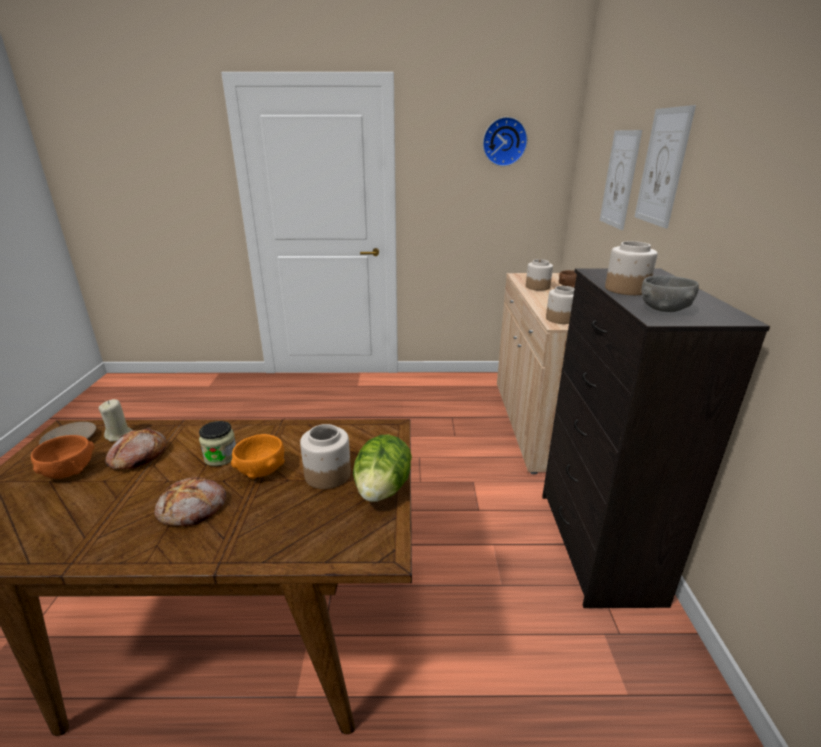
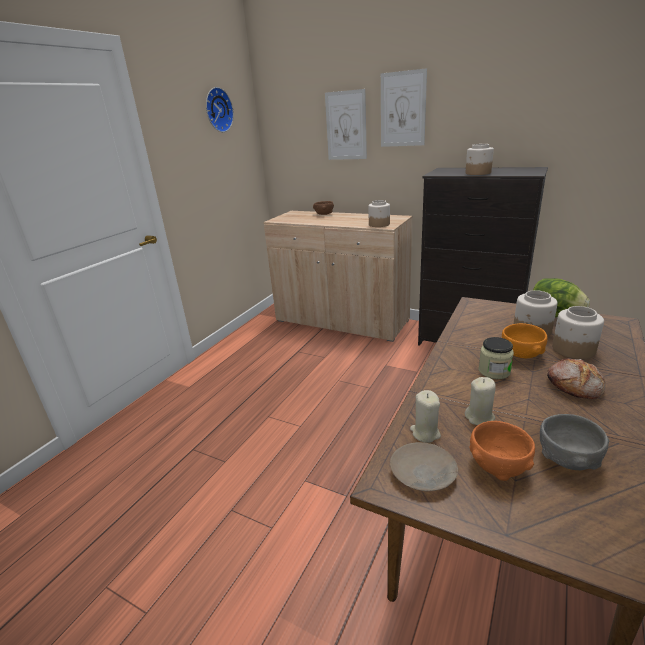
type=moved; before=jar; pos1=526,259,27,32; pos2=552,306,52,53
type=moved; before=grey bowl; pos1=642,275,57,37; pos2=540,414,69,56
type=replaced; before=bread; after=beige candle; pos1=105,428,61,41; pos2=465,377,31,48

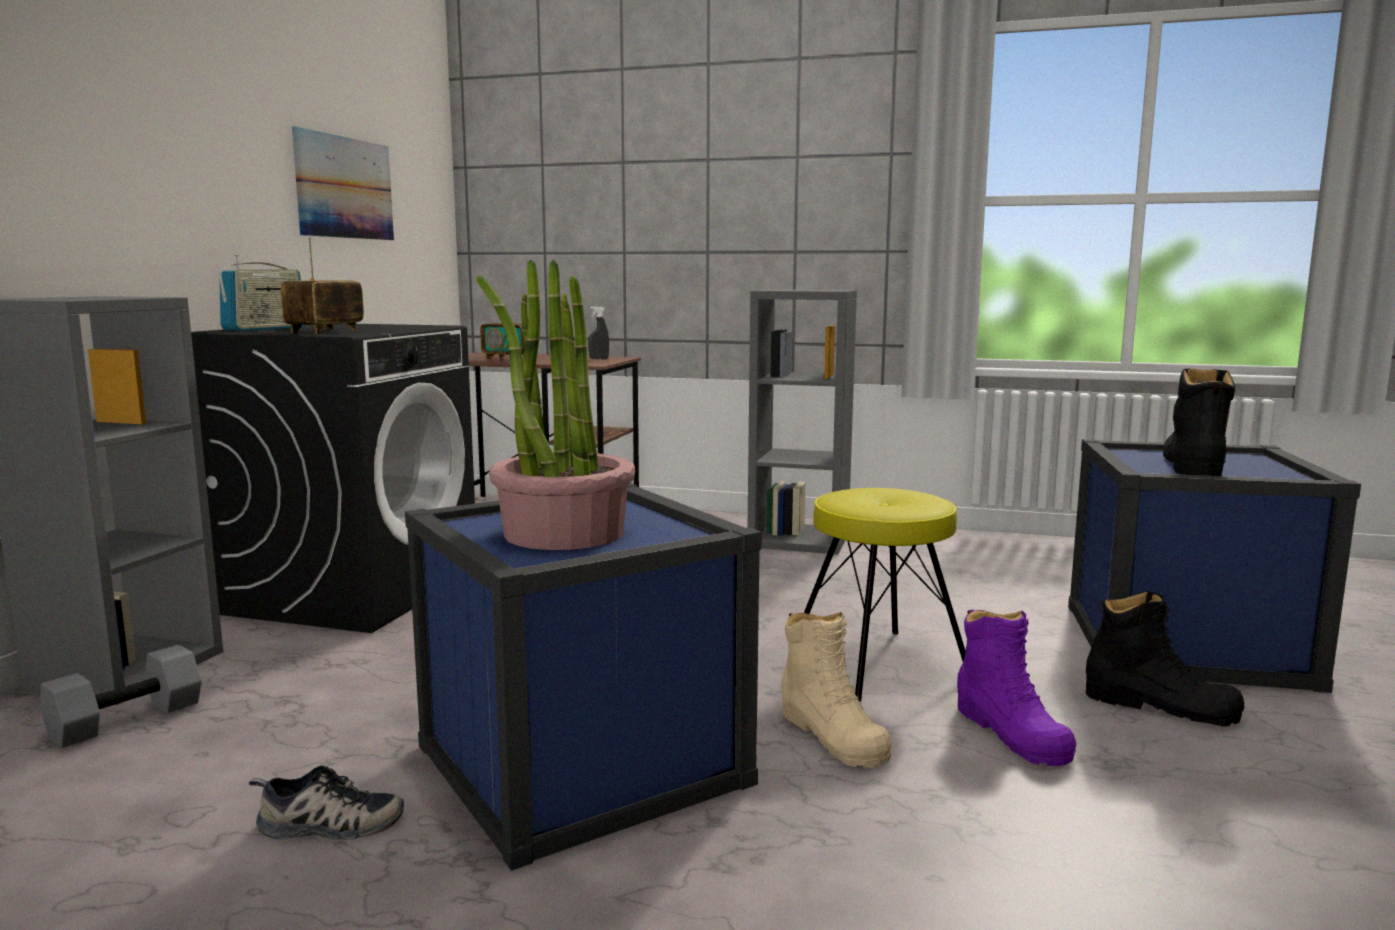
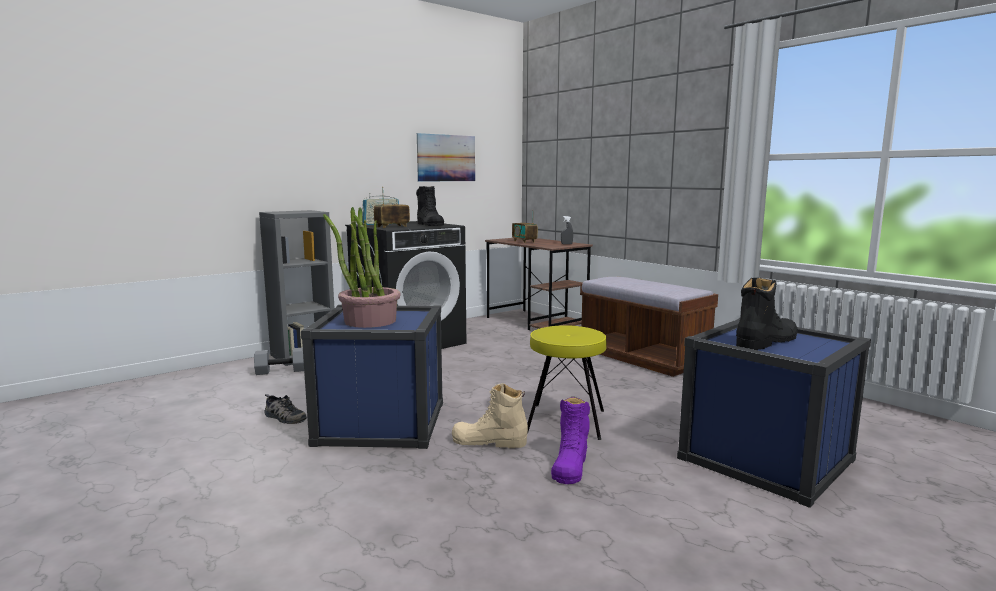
type=moved; before=black boot; pos1=1086,591,158,136; pos2=416,186,28,40
type=replaced; before=grey bookcase; after=brown bench; pos1=747,290,110,264; pos2=580,277,138,100
type=turned; before=beige boot; pos1=781,612,112,156; pos2=452,383,76,65; turn=90

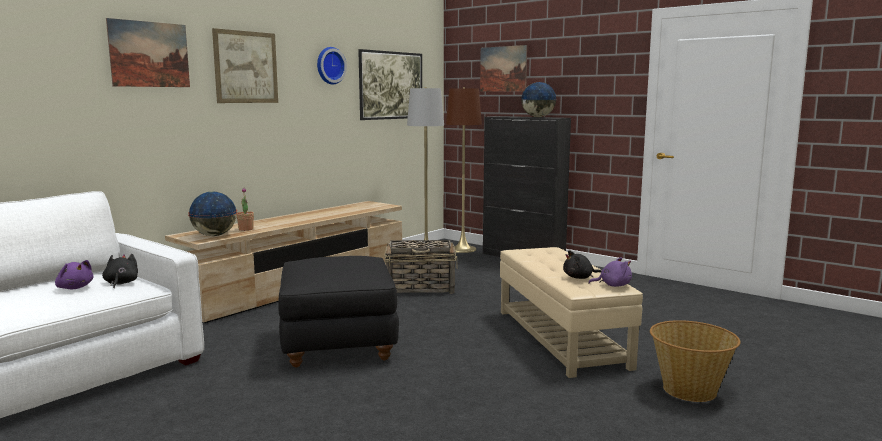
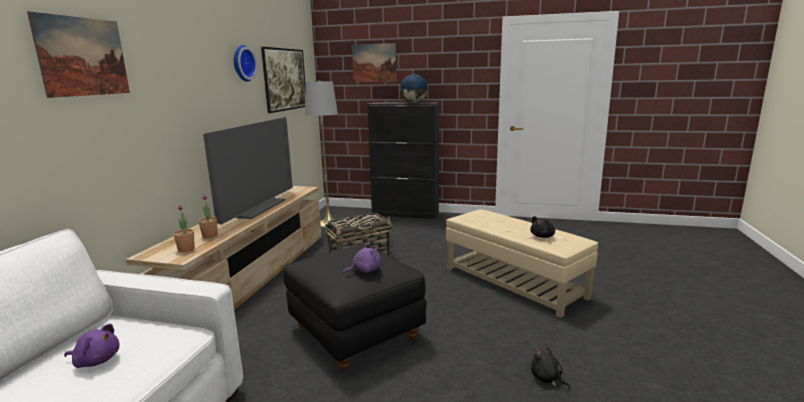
type=removed; before=picture; pos1=212,28,66,75
type=removed; before=brown floor lamp; pos1=446,87,36,166
type=removed; before=basket; pos1=650,320,91,82
type=added; after=television; pos2=203,117,90,108
type=moved; before=black plush toy; pos1=102,254,36,34; pos2=531,346,40,43
type=moved; before=purple plush toy; pos1=588,257,44,30; pos2=343,243,38,31
type=replaced; before=globe; after=potted plant; pos1=188,191,49,45; pos2=174,205,21,47

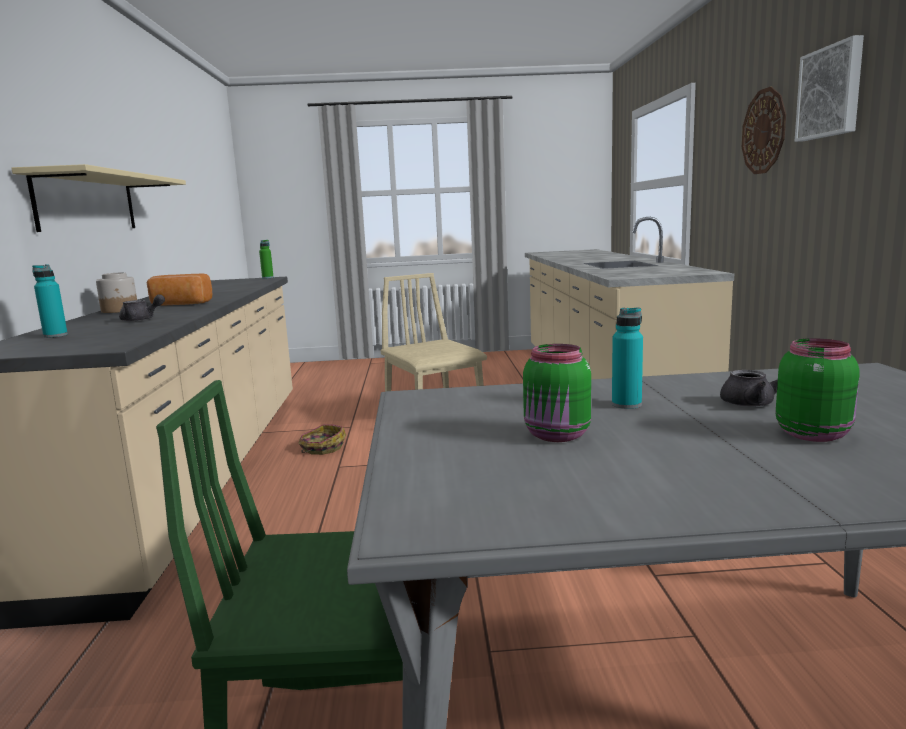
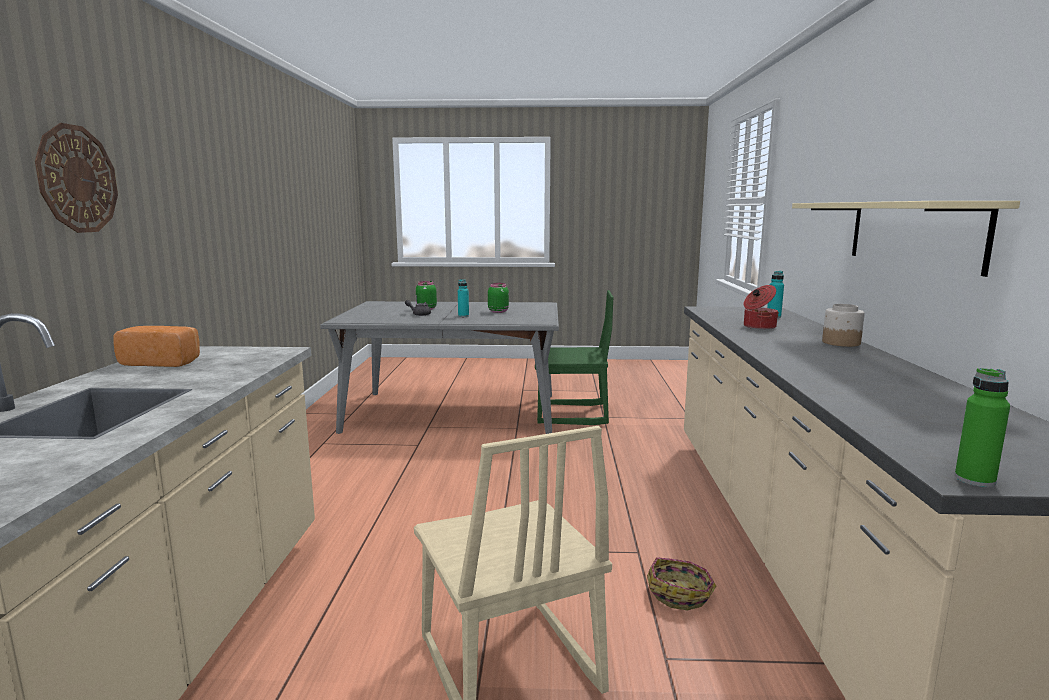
type=removed; before=picture; pos1=795,35,69,107
type=moved; before=bread; pos1=147,274,65,31; pos2=113,326,87,41
type=replaced; before=grey teapot; after=cooking pot; pos1=119,294,46,28; pos2=744,285,35,45

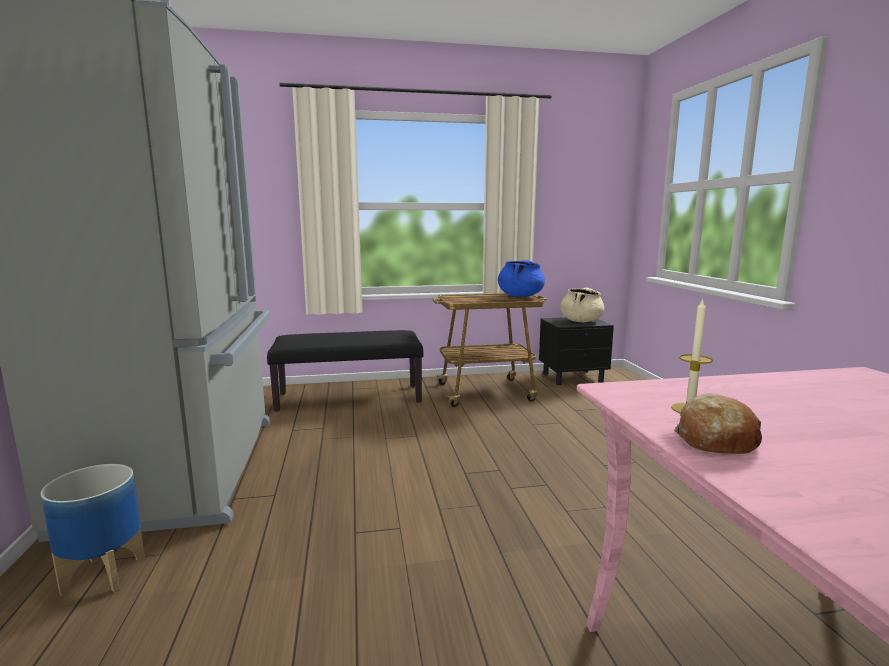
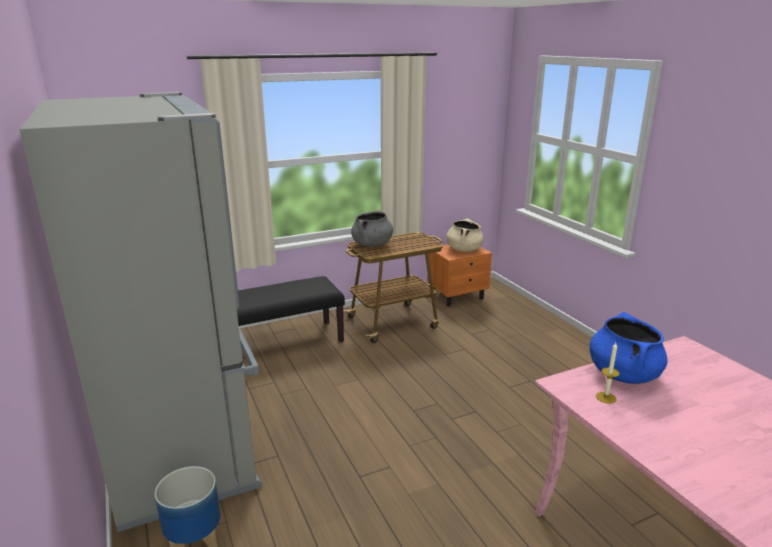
type=removed; before=bread; pos1=674,393,88,61
type=added; after=grey cooking pot; pos2=351,210,42,37
type=moved; before=blue cooking pot; pos1=498,260,47,37; pos2=590,312,78,72
type=recoloured; before=black nightstand; after=orange nightstand; pos1=539,317,75,68; pos2=427,244,65,63

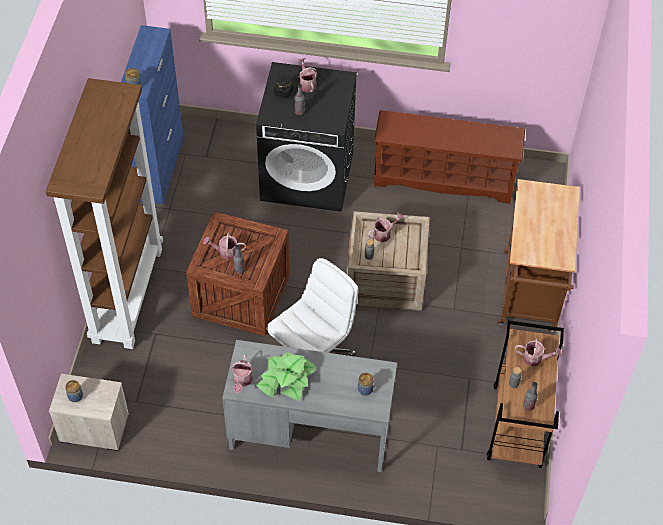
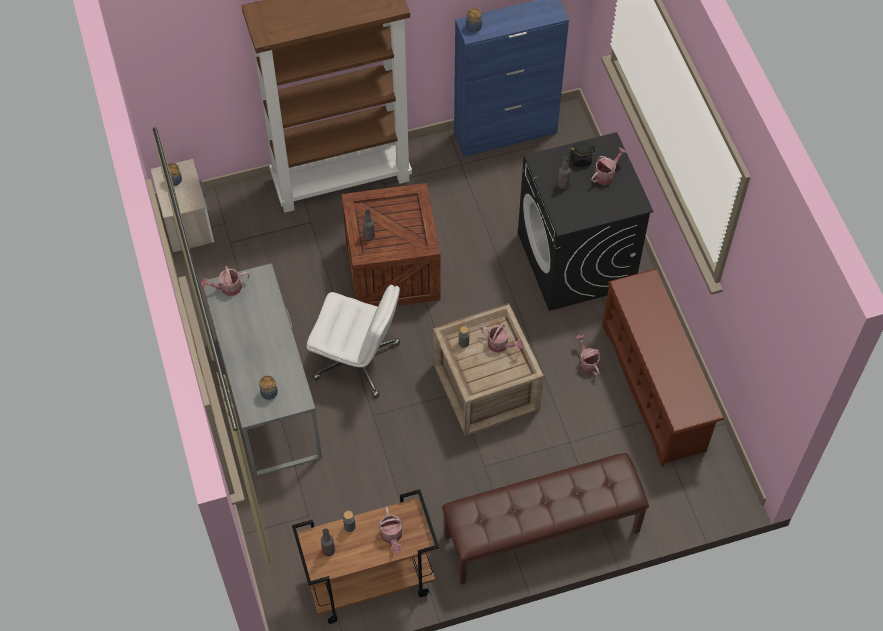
type=removed; before=potted plant; pos1=256,352,60,49
type=moved; before=watering can; pos1=203,233,43,27; pos2=576,335,24,41
type=replaced; before=brown cart; after=brown bench; pos1=497,179,83,153; pos2=442,453,207,132

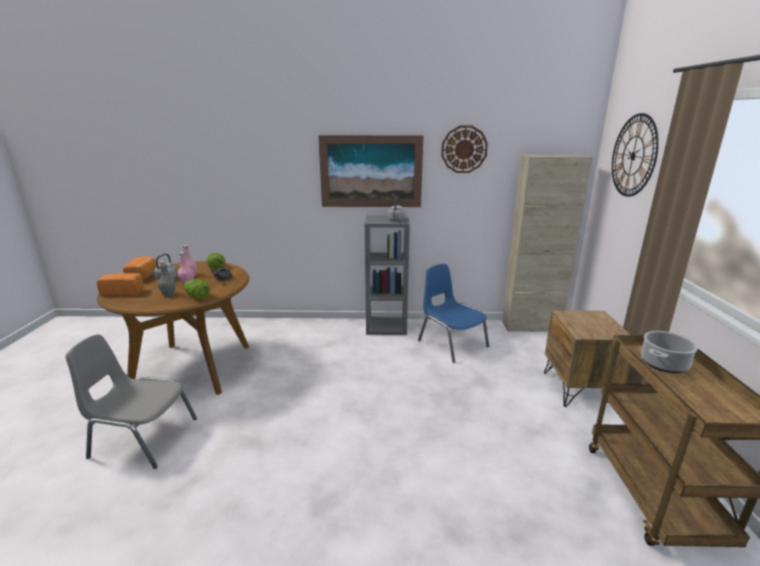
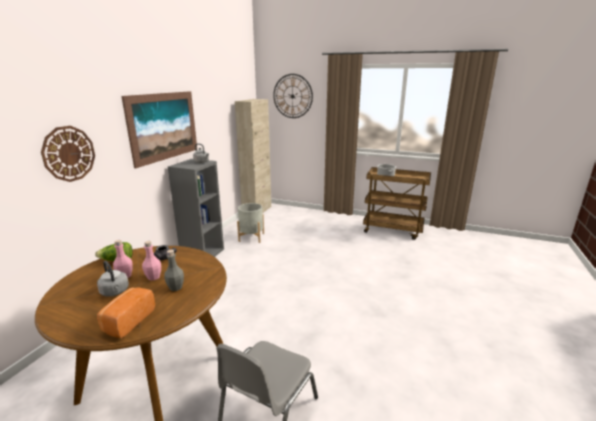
type=removed; before=bread; pos1=123,256,34,24
type=removed; before=lettuce; pos1=184,279,26,20
type=removed; before=brown nightstand; pos1=544,310,87,97
type=moved; before=wall clock; pos1=441,126,47,47; pos2=41,126,54,56
type=replaced; before=blue chair; after=grey planter; pos1=418,264,71,99; pos2=237,203,27,40

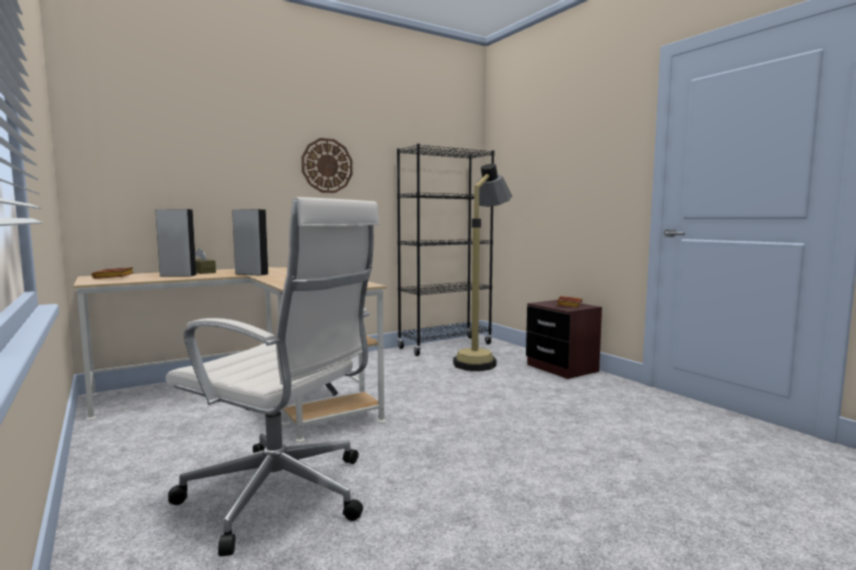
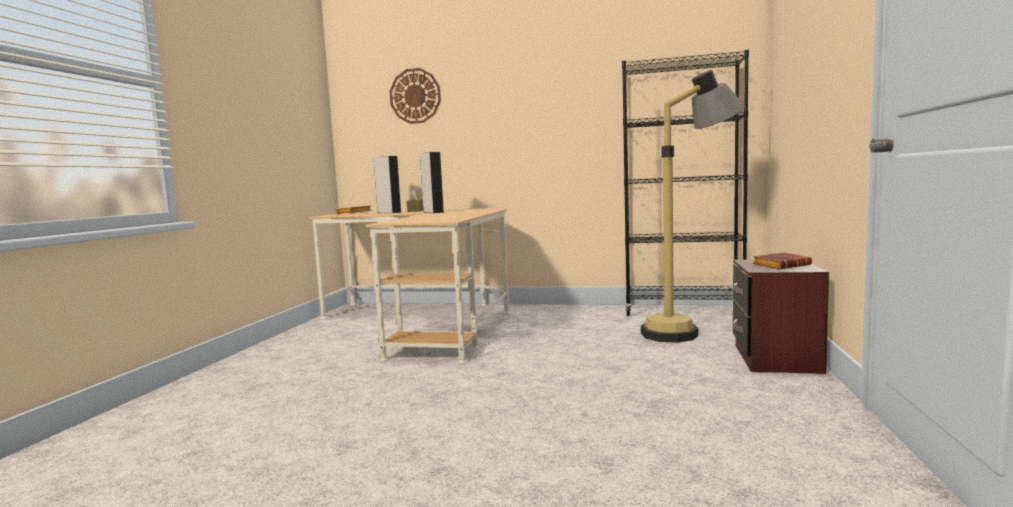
type=removed; before=white office chair; pos1=166,197,214,359
type=moved; before=wall clock; pos1=301,138,52,55; pos2=390,68,51,56

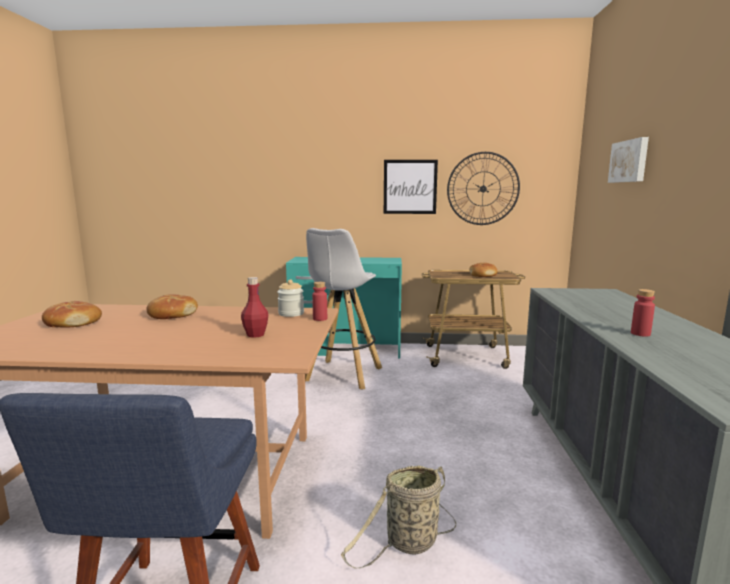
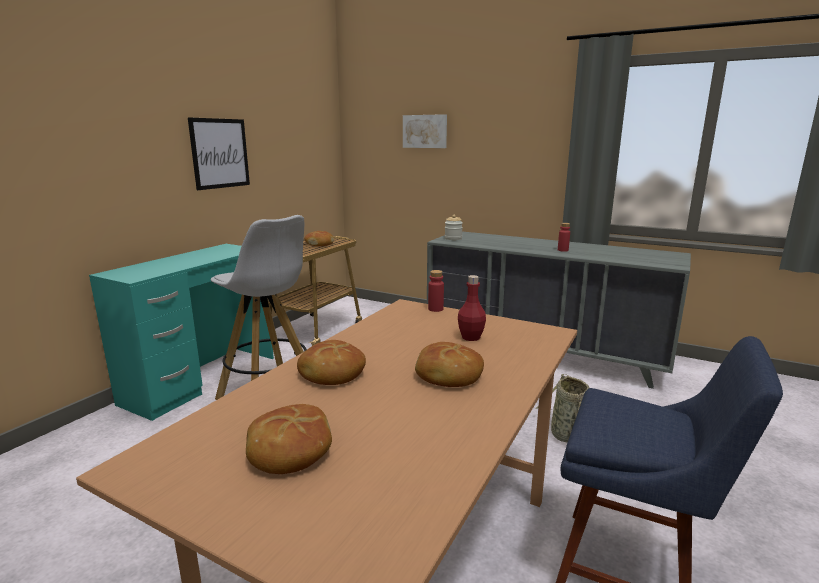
type=removed; before=wall clock; pos1=447,152,73,73
type=added; after=bread; pos2=415,342,69,45
type=moved; before=jar; pos1=277,280,27,37; pos2=445,215,18,25

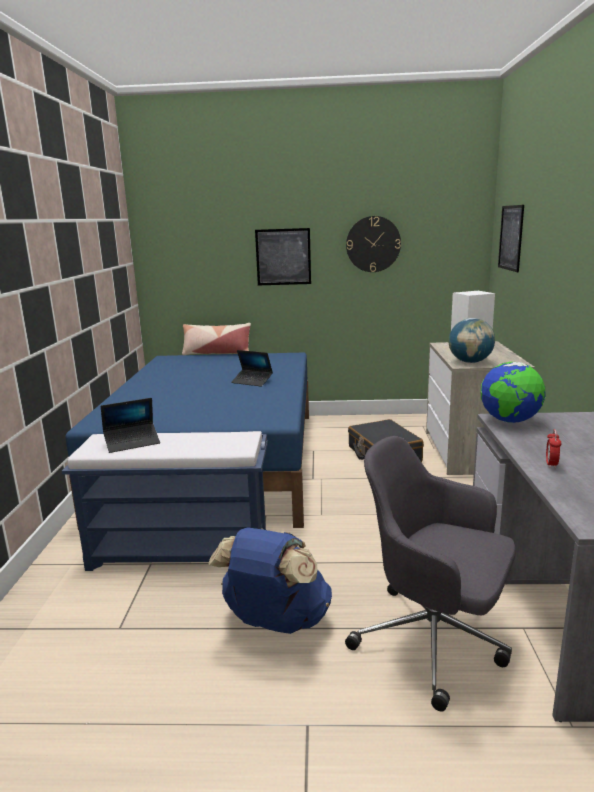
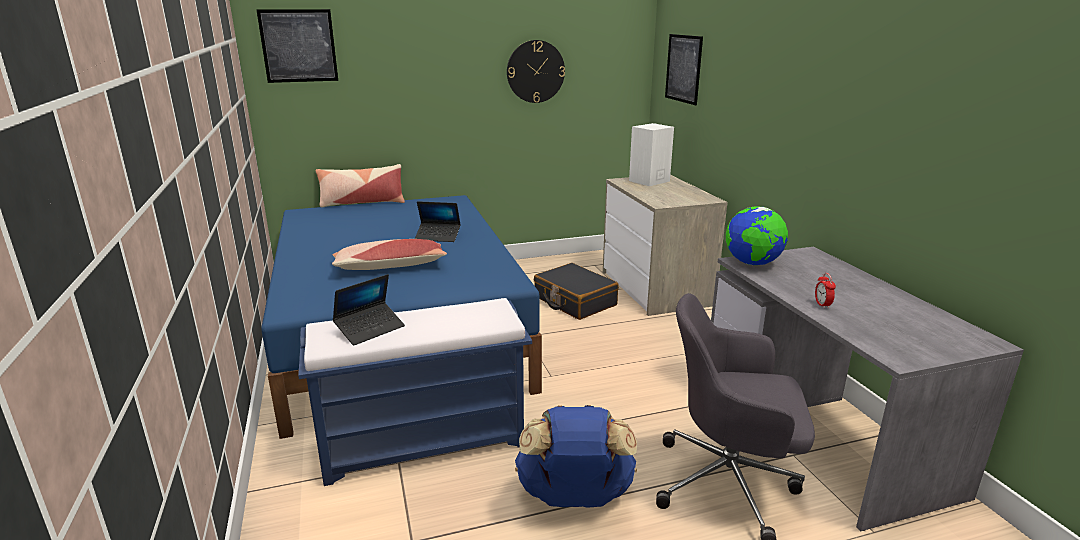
type=removed; before=globe; pos1=449,318,46,45
type=added; after=pillow; pos2=332,239,115,31
type=moved; before=picture; pos1=255,228,56,57; pos2=256,9,82,74

